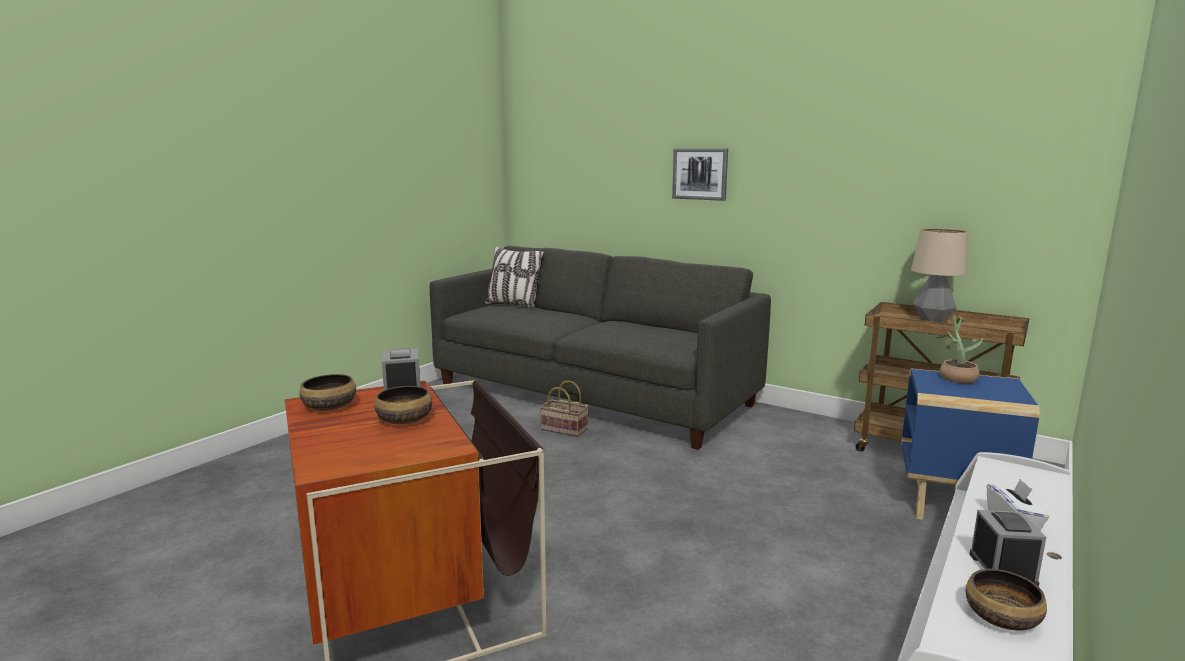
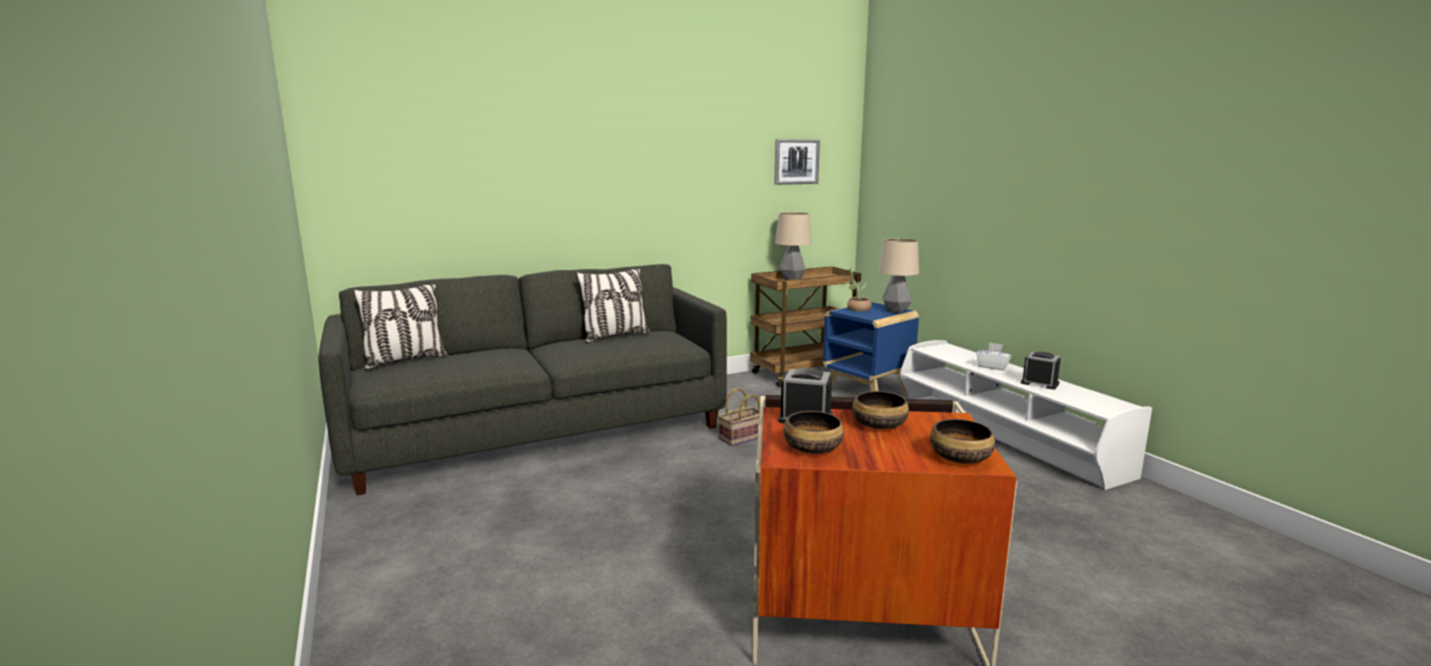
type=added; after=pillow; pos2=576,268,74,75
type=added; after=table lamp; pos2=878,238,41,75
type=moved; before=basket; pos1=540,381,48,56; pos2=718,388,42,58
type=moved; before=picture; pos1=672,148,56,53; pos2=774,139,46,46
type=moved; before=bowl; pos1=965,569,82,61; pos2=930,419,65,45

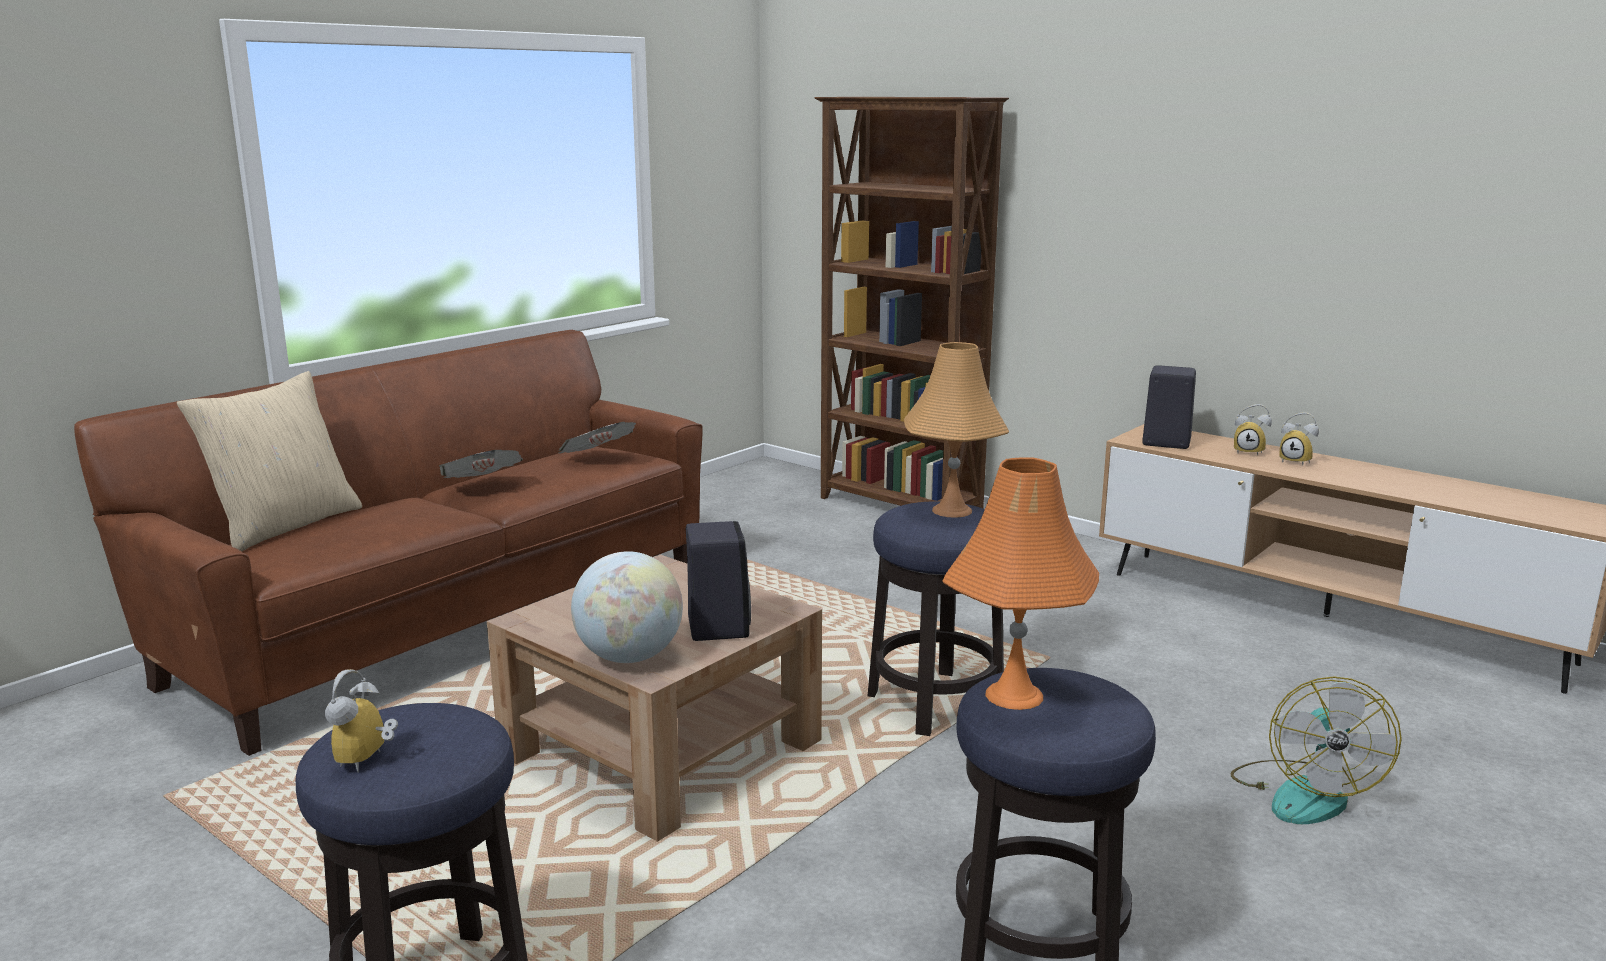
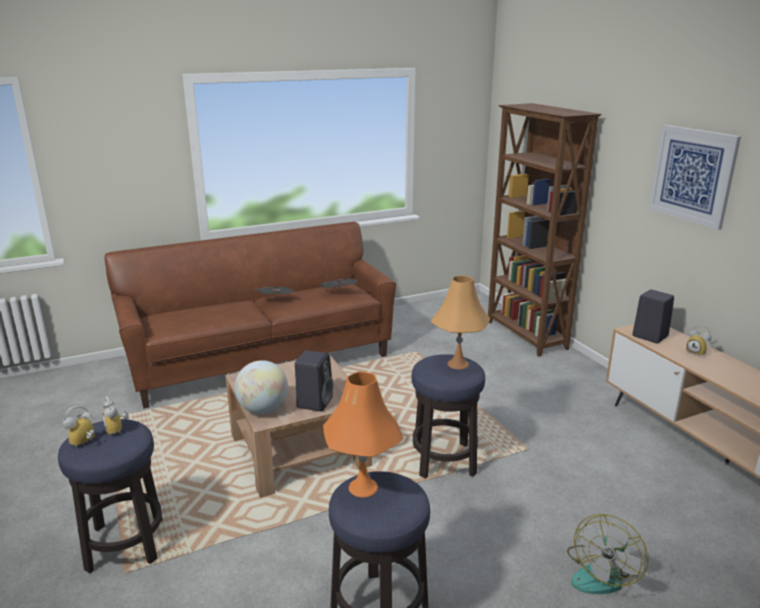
type=removed; before=beige pillow; pos1=177,371,185,181
type=added; after=picture; pos2=649,125,92,105
type=moved; before=alarm clock; pos1=1279,412,40,53; pos2=102,396,27,40

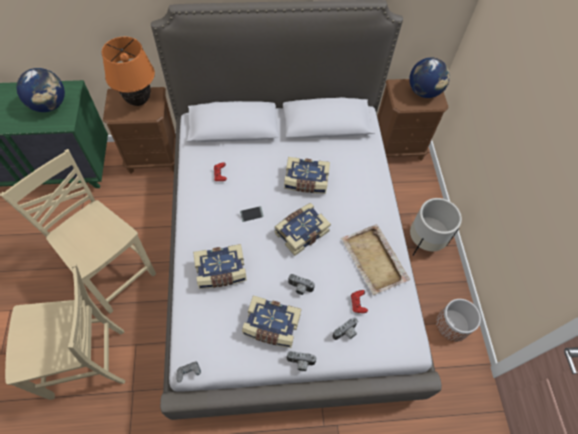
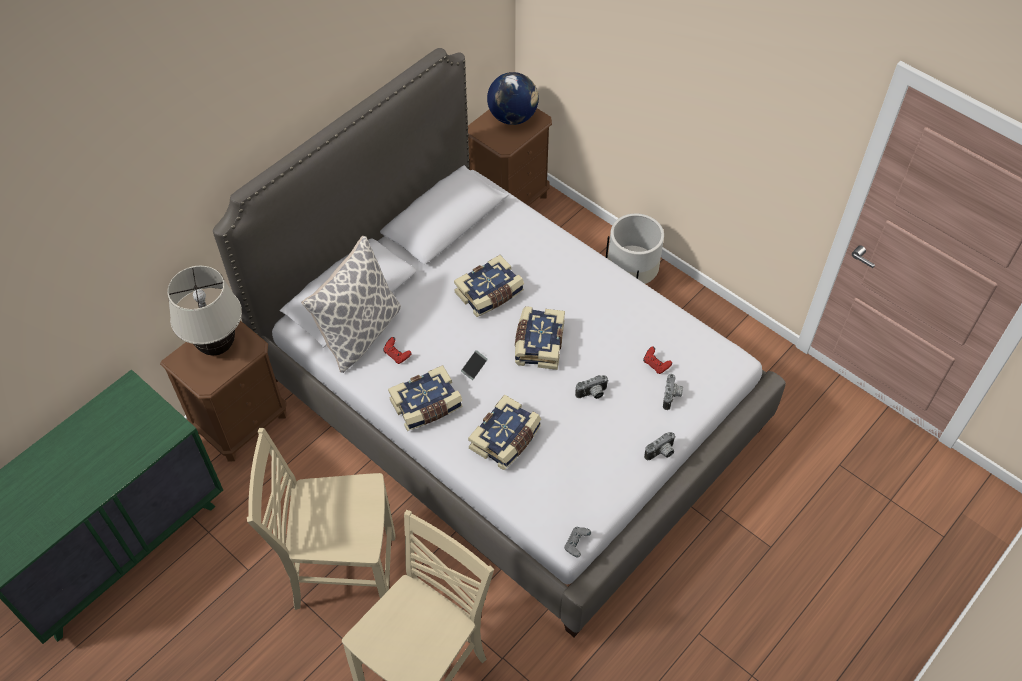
type=removed; before=globe; pos1=16,68,49,44
type=removed; before=beige tray; pos1=341,224,69,71
type=removed; before=planter; pos1=436,299,45,43
type=added; after=pillow; pos2=301,236,100,137
type=moved; before=book; pos1=242,296,59,52; pos2=388,365,75,66
type=recoloured; before=orange table lamp; after=beige table lamp; pos1=102,37,53,69; pos2=167,266,75,90

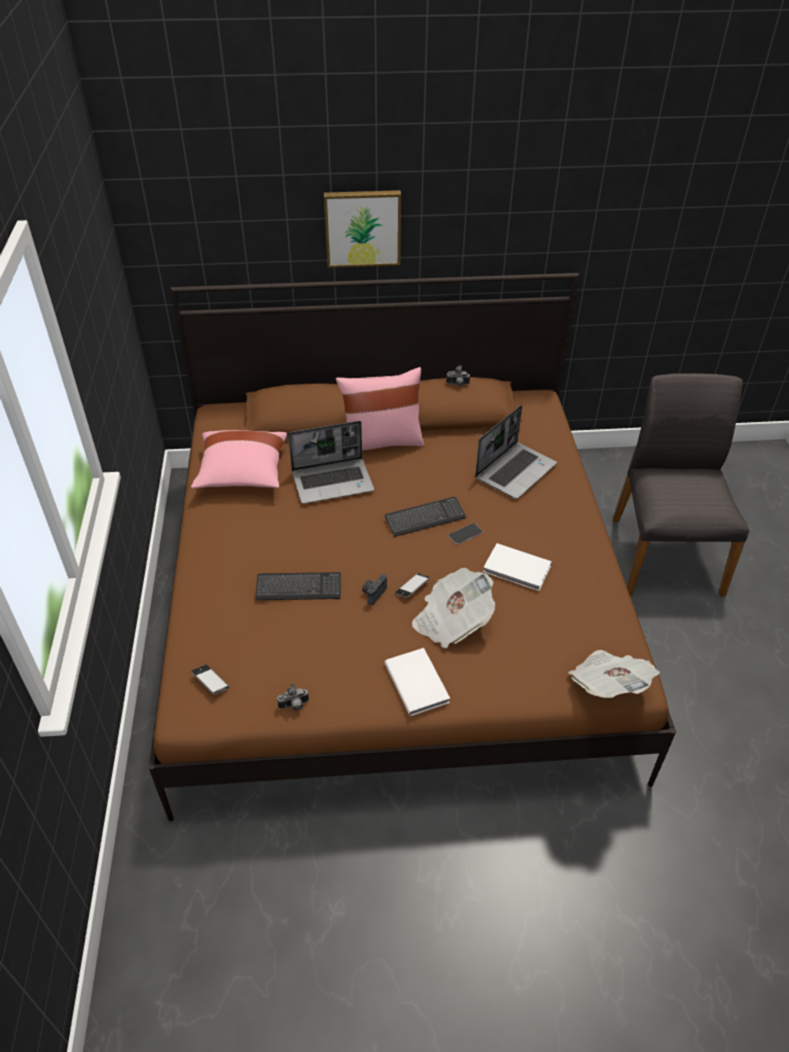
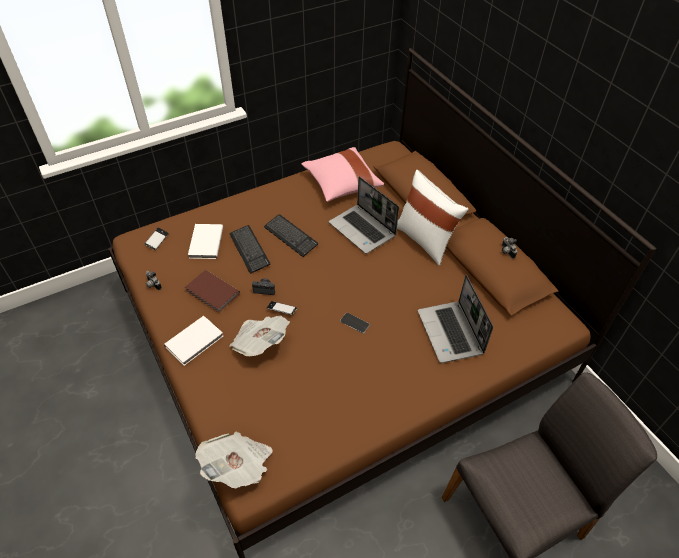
type=removed; before=picture; pos1=324,190,77,78
type=added; after=brown book; pos2=185,270,55,43
type=moved; before=keyboard; pos1=385,497,81,40; pos2=264,214,54,43
type=moved; before=white book; pos1=483,543,69,48; pos2=188,224,35,35
type=recoloured; before=pink pillow; after=white pillow; pos1=336,367,88,84; pos2=397,170,71,96
type=turned; before=laptop; pos1=475,405,82,94; pos2=418,274,75,89; turn=60

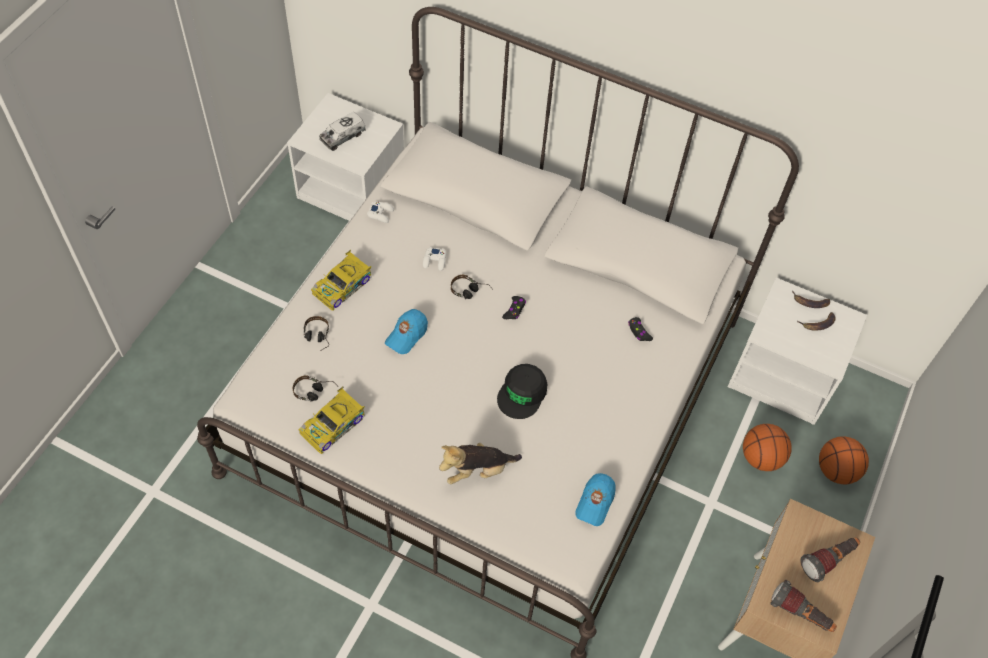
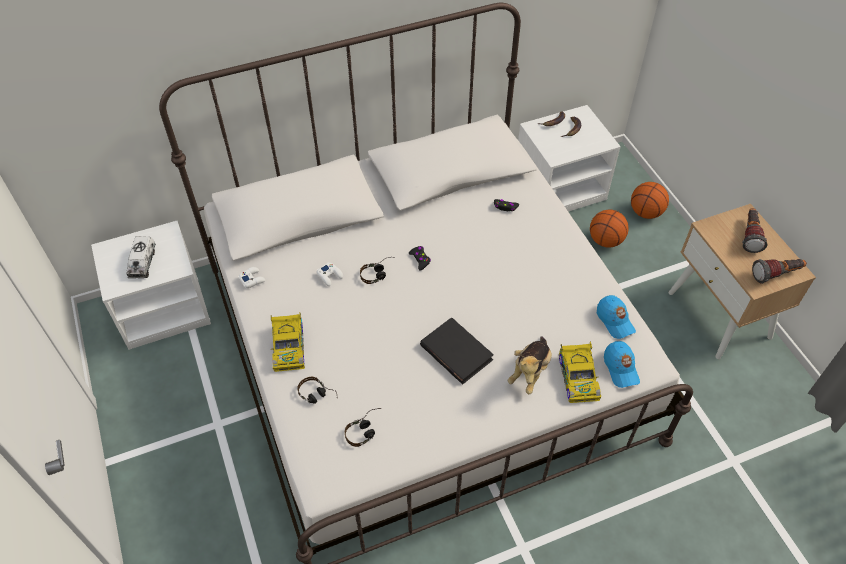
type=removed; before=black cap; pos1=497,364,51,55
type=added; after=black book; pos2=420,317,74,67
type=moved; before=toy car; pos1=299,386,66,68; pos2=559,342,42,61
type=moved; before=blue cap; pos1=385,309,43,45; pos2=604,341,36,47

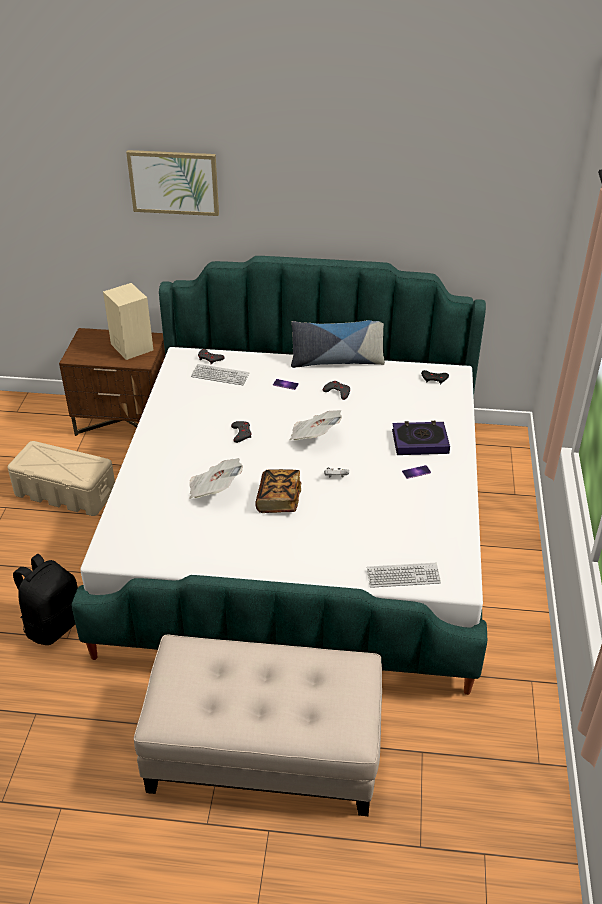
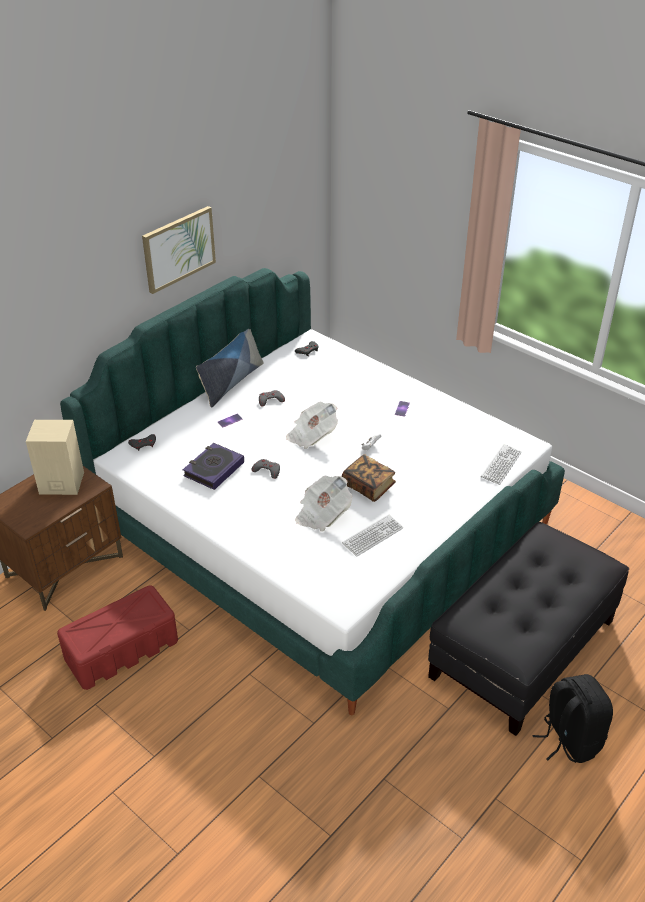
type=moved; before=black backpack; pos1=13,554,65,91; pos2=532,674,81,89
type=moved; before=picture; pos1=126,150,93,66; pos2=142,206,74,88
type=moved; before=keyboard; pos1=191,364,58,21; pos2=342,514,61,43
type=moved; before=book; pos1=392,421,58,34; pos2=183,443,61,47
type=recoloured; before=beige storage box; after=red storage box; pos1=8,441,107,75; pos2=57,586,121,104
type=recoloured; before=beige ottoman; after=black ottoman; pos1=134,635,248,181; pos2=428,522,201,214

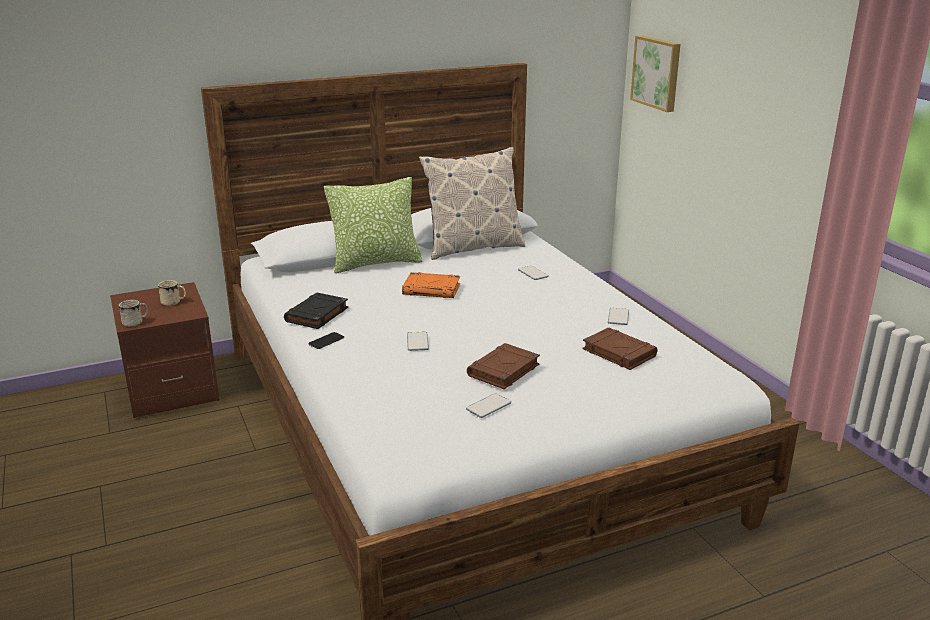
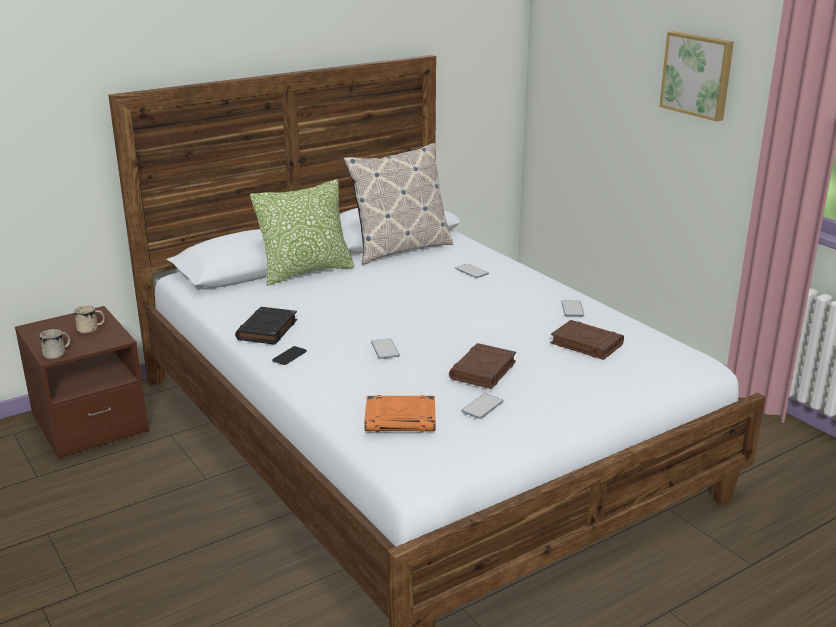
type=moved; before=orange book; pos1=402,272,58,26; pos2=364,395,71,37
type=moved; before=picture; pos1=630,35,50,77; pos2=659,31,75,91

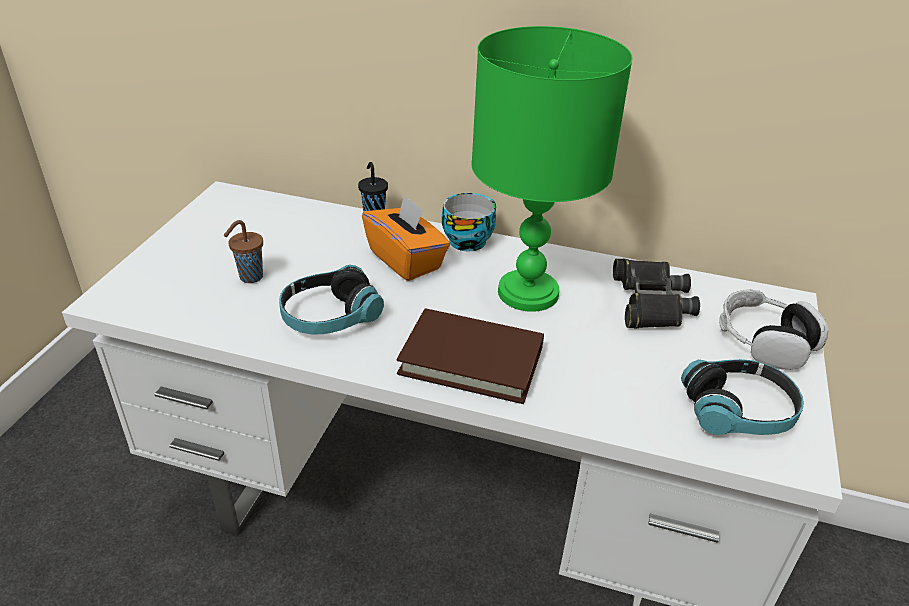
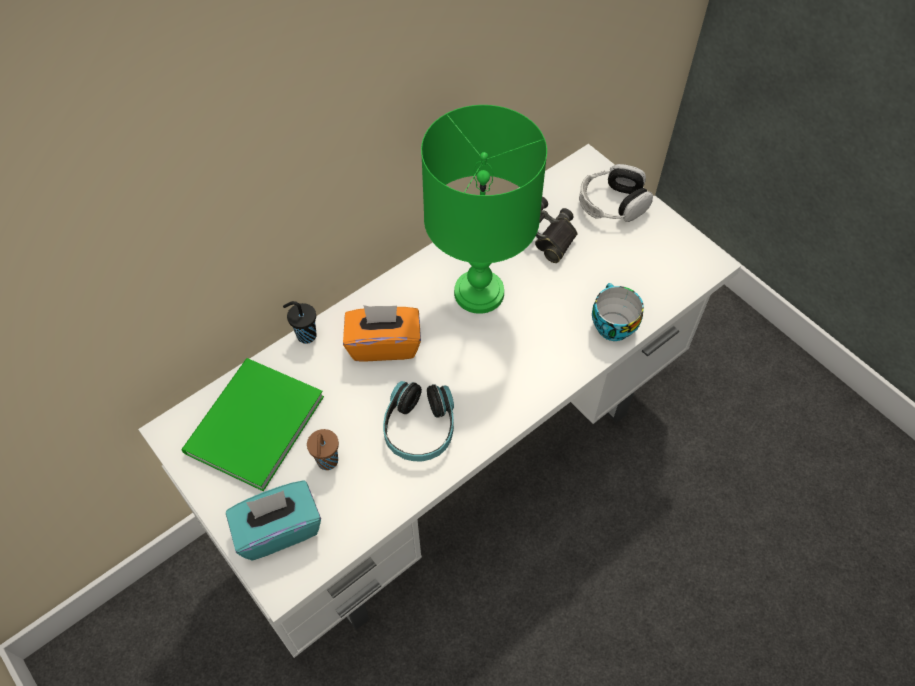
type=removed; before=brown book; pos1=397,309,147,95
type=removed; before=headphones; pos1=681,359,123,76
type=added; after=green book; pos2=181,358,143,133
type=added; after=turquoise tissue box; pos2=226,480,95,81
type=moved; before=cup; pos1=442,193,54,58; pos2=592,283,52,58

